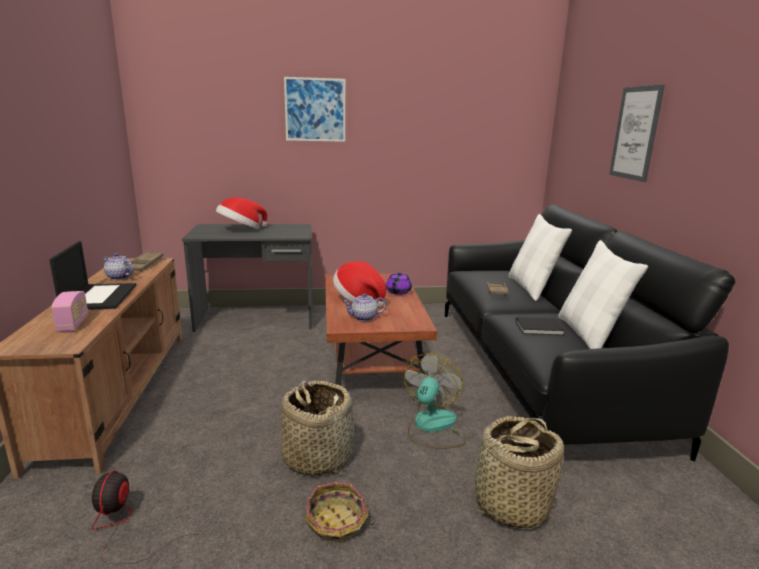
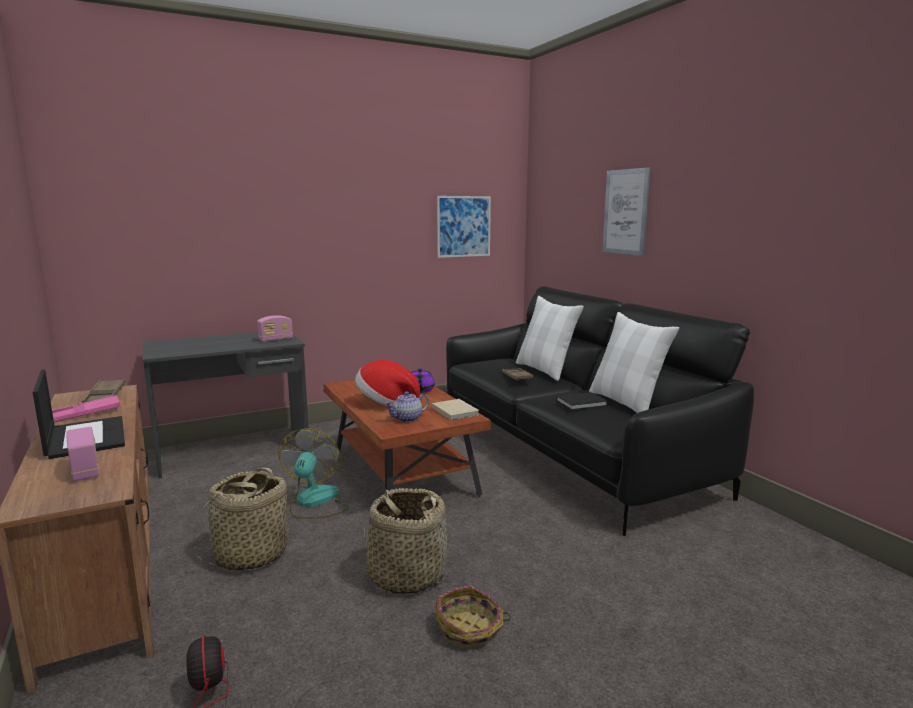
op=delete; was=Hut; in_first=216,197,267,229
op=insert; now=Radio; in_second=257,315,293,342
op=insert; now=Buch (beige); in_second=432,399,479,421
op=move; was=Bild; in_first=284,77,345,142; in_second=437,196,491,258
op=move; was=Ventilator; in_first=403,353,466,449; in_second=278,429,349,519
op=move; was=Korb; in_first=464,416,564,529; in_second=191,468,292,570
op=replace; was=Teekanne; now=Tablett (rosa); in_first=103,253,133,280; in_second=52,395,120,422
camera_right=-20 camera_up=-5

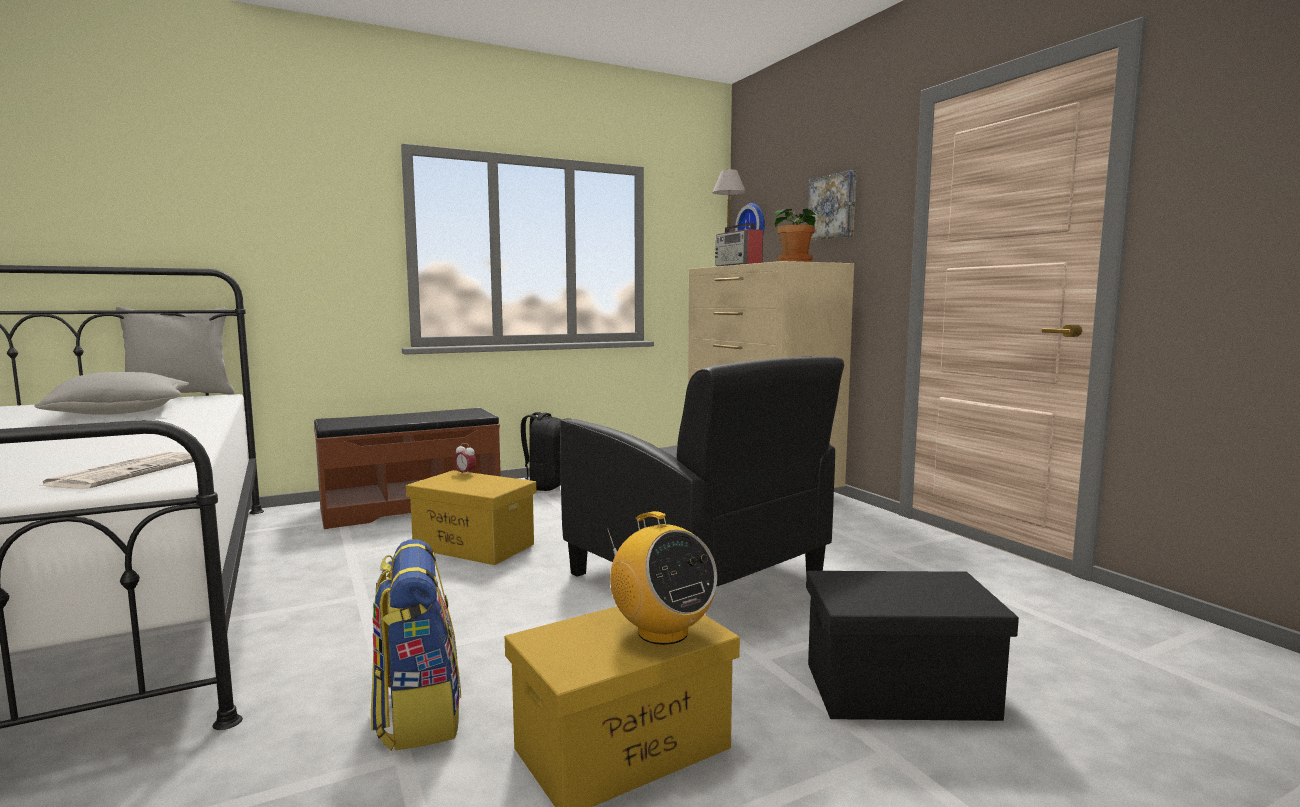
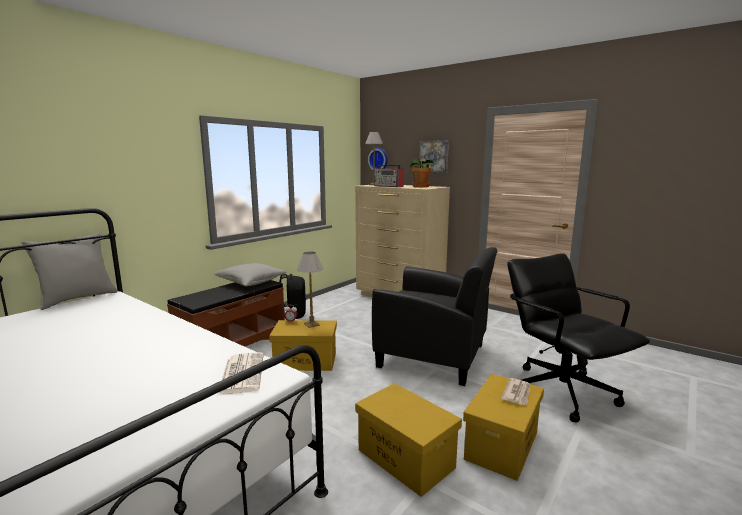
op=insert; now=Tischlampe; in_second=297,252,323,328
op=move; was=Kissen (grau); in_first=35,372,189,415; in_second=213,263,286,286
op=replace; was=Rucksack; now=Aufbewahrungsbox (gelb); in_first=371,539,461,751; in_second=355,383,462,497
op=replace; was=Radio; now=Zeitung; in_first=607,511,717,645; in_second=501,378,530,405
op=replace; was=Aufbewahrungsbox (schwarz); now=Bürostuhl (schwarz); in_first=806,571,1019,721; in_second=507,253,650,422
camera_right=-25 camera_up=5

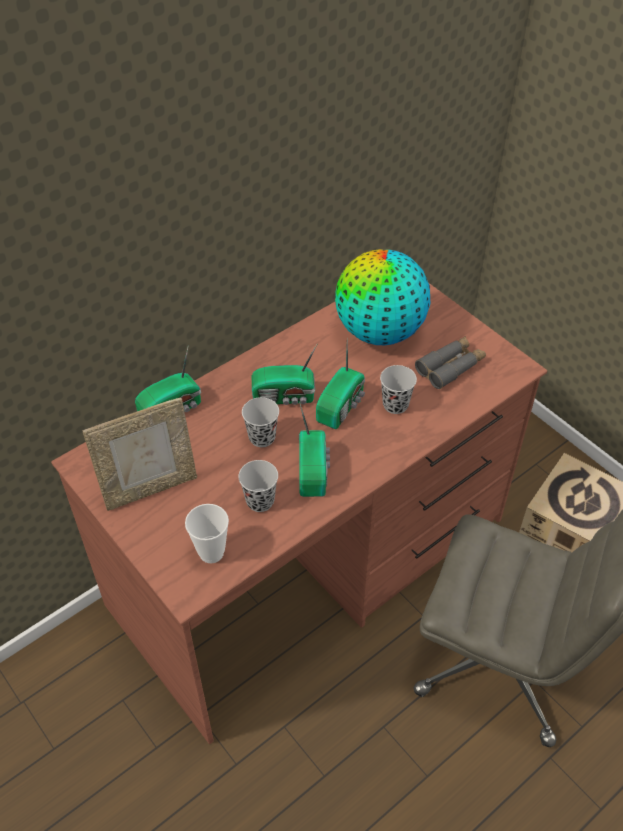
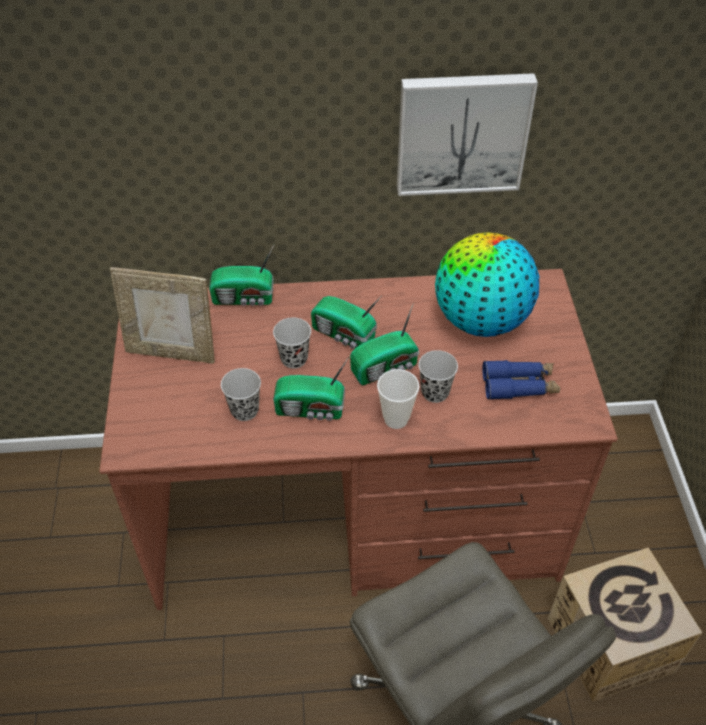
op=insert; now=Bild; in_second=397,73,538,196
op=move; was=Tasse; in_first=185,504,229,563; in_second=377,369,420,429
op=recolor; was=Fernglas (grau); now=Fernglas (blau); in_first=415,336,486,389; in_second=482,360,560,400
op=rotate; was=Radio; in_first=299,401,330,497; in_second=273,357,349,421; clockwise=60
camera_right=35 camera_up=0

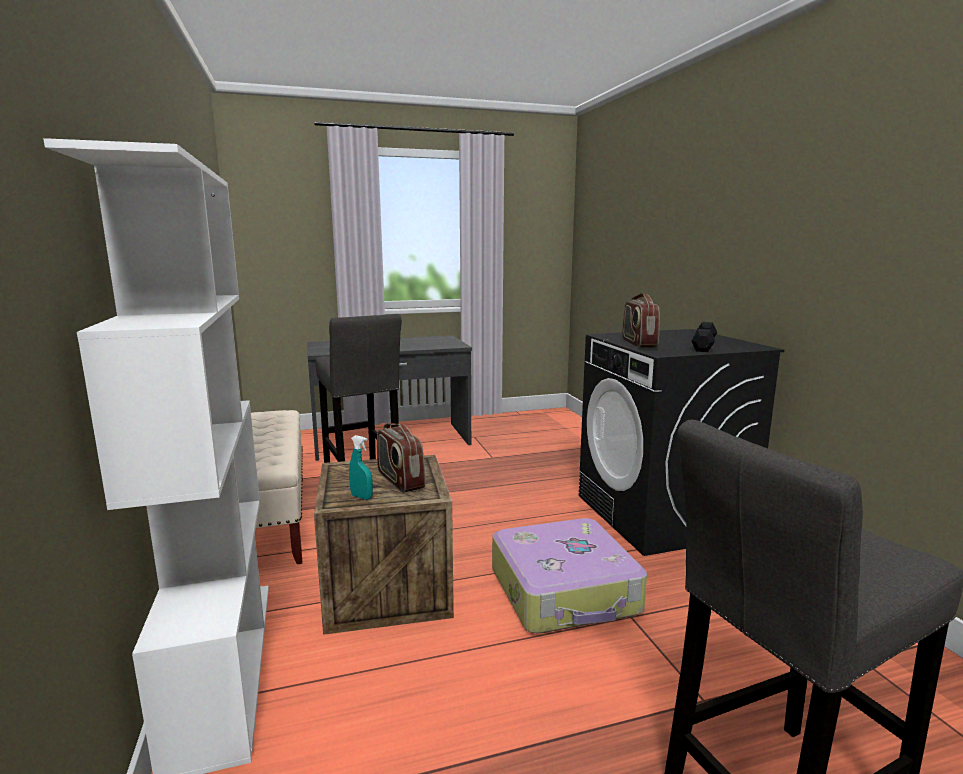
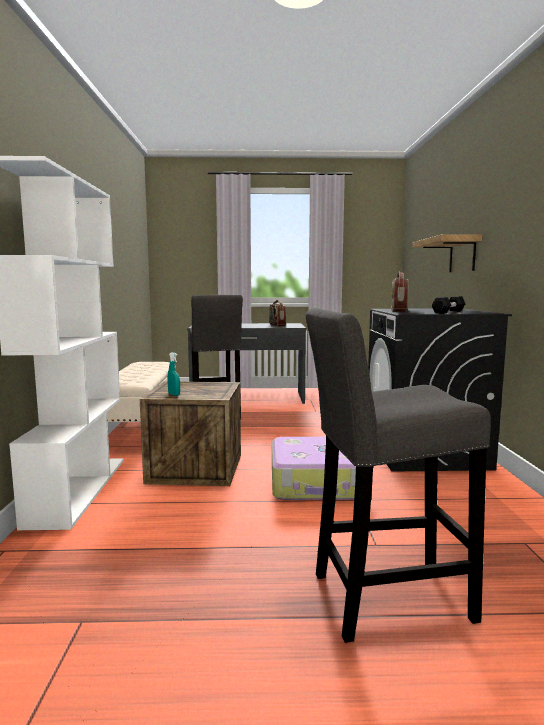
op=insert; now=Wandregal; in_second=413,234,482,272
op=move; was=Radio; in_first=377,423,426,493; in_second=269,300,286,326
camera_right=15 camera_up=-5

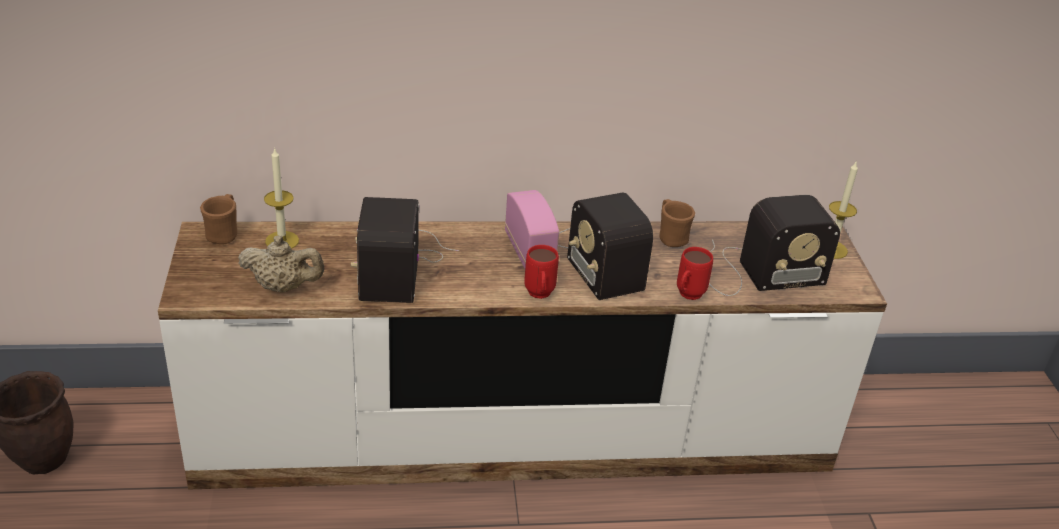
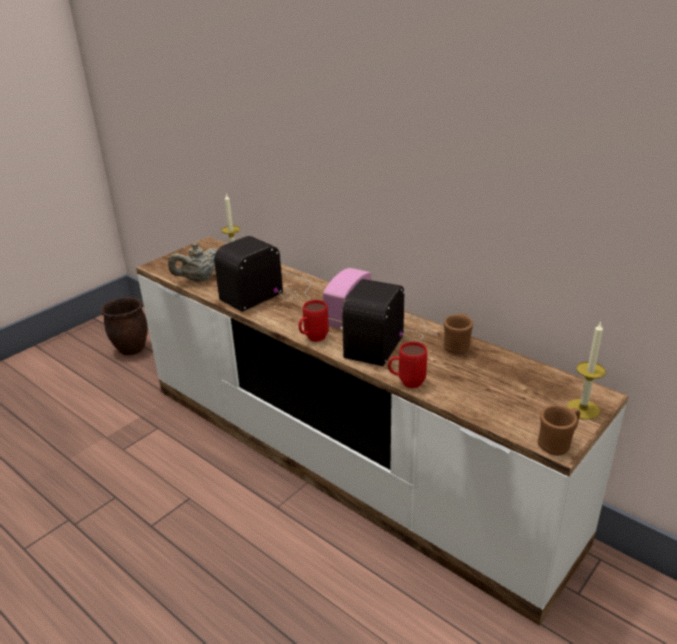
op=delete; was=Radio; in_first=709,195,840,296
op=move; was=Henkelbecher (braun); in_first=200,194,237,244; in_second=537,405,580,456
op=rotate; was=Teekanne (beige); in_first=238,236,324,292; in_second=168,243,217,282; clockwise=90
camera_right=50 camera_up=-5

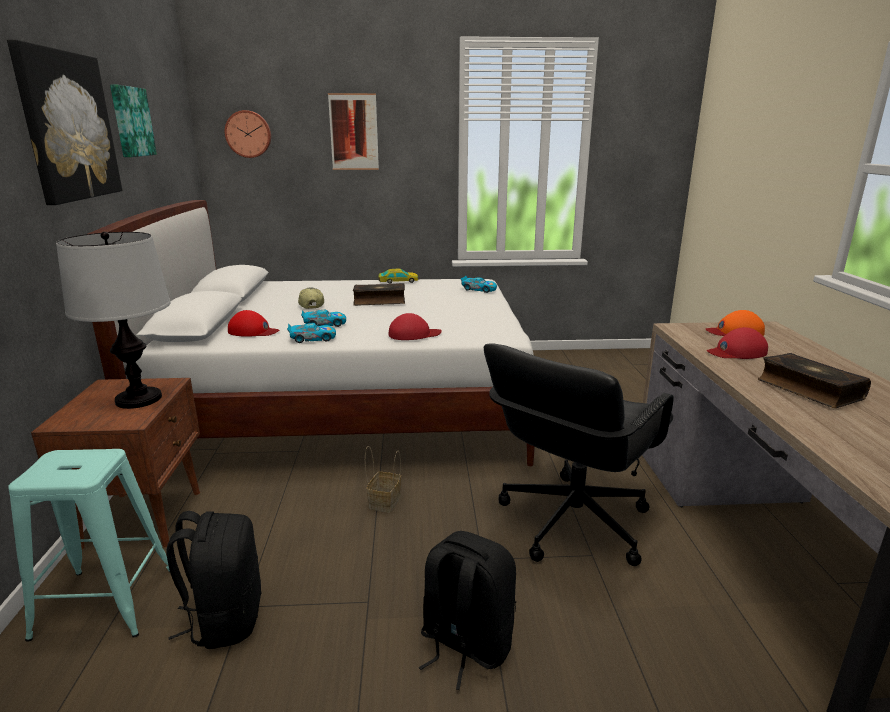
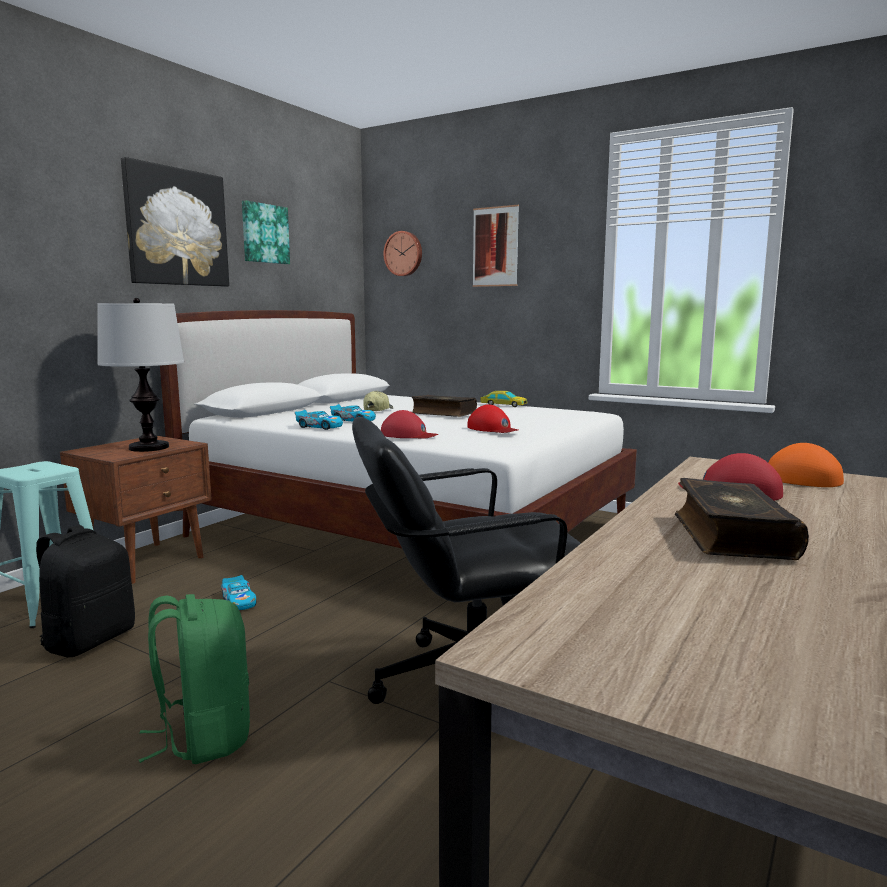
op=delete; was=Korb; in_first=365,446,401,513
op=move; was=Kappe (rot); in_first=228,310,279,337; in_second=467,404,518,433
op=move; was=Spielzeugauto; in_first=461,276,497,293; in_second=221,575,256,610
op=recolor; was=Rucksack (schwarz); now=Rucksack (grün); in_first=419,531,516,690; in_second=139,594,250,764
camera_right=35 camera_up=-10

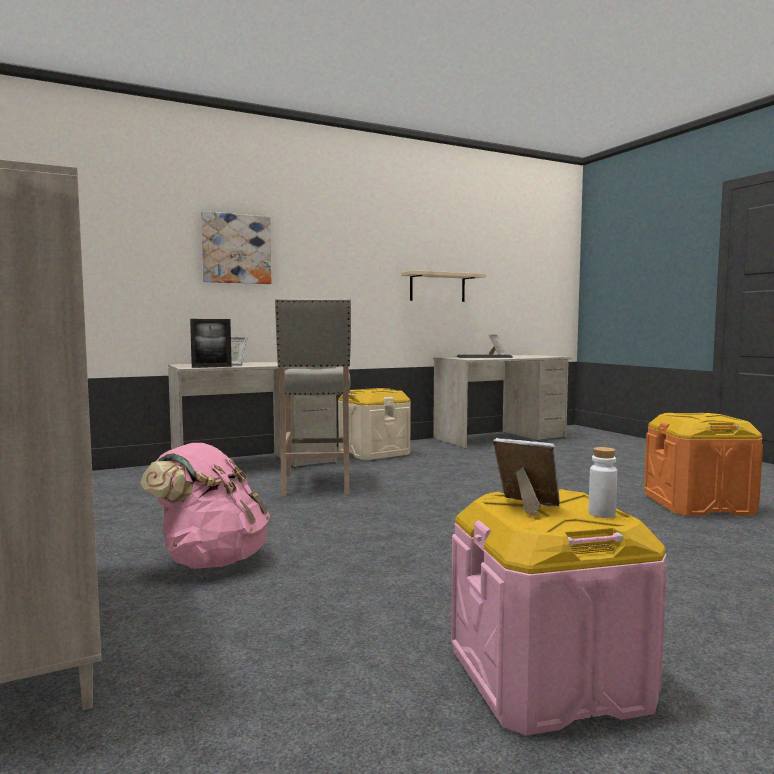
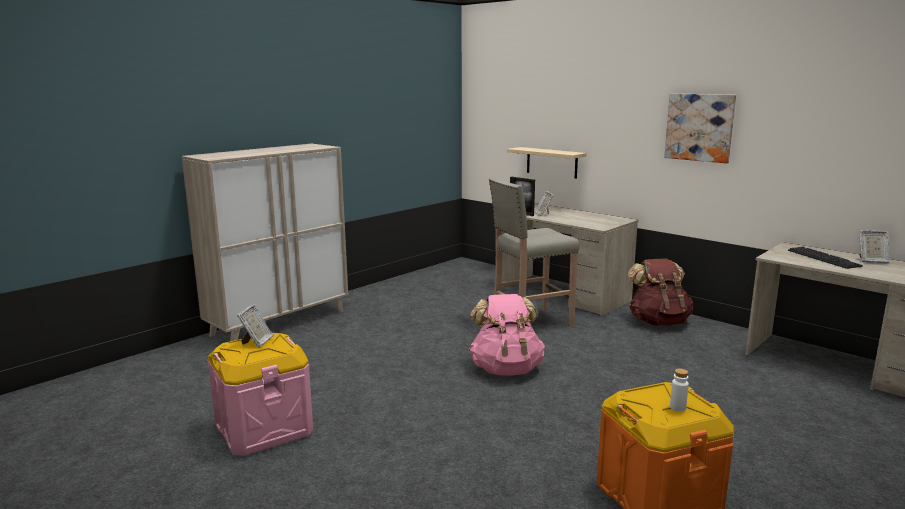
op=move; was=Rucksack (rosa); in_first=140,443,270,568; in_second=469,294,545,375
op=move; was=Bild; in_first=201,211,271,284; in_second=664,94,736,163
op=move; was=Wandregal (beige); in_first=401,270,486,302; in_second=507,147,587,179
op=move; was=Flasche (weiß); in_first=589,447,617,518; in_second=670,368,689,411
op=replace; was=Aufbewahrungsbox (beige); now=Rucksack (braun); in_first=338,388,411,460; in_second=627,259,693,325
camera_right=70 camera_up=10

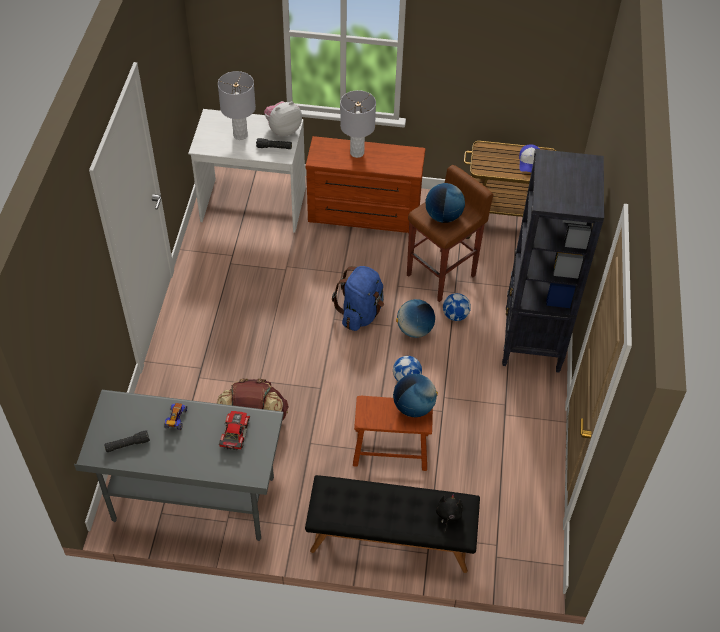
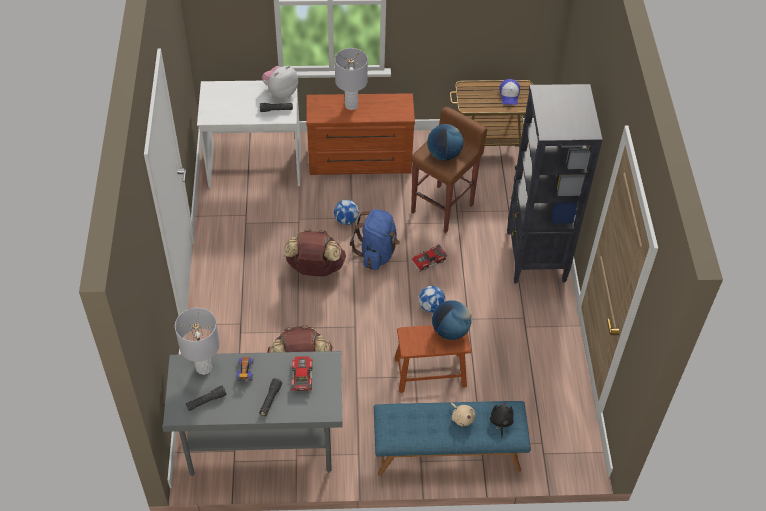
op=insert; now=Taschenlampe (schwarz); in_second=259,378,282,416
op=insert; now=Rucksack (braun); in_second=284,229,346,276
op=insert; now=Plüschtier (beige); in_second=451,403,475,426
op=move; was=Tischlampe (grau); in_first=218,71,256,140; in_second=175,308,220,375
op=move; was=Fußball; in_first=443,293,471,321; in_second=334,200,359,225
op=replace; was=Globus; now=Spielzeugauto; in_first=396,299,435,338; in_second=411,244,448,272
op=recolor; was=Bank (schwarz); now=Bank (blau); in_first=305,475,480,573; in_second=374,401,531,476
camera_right=-10 camera_up=0

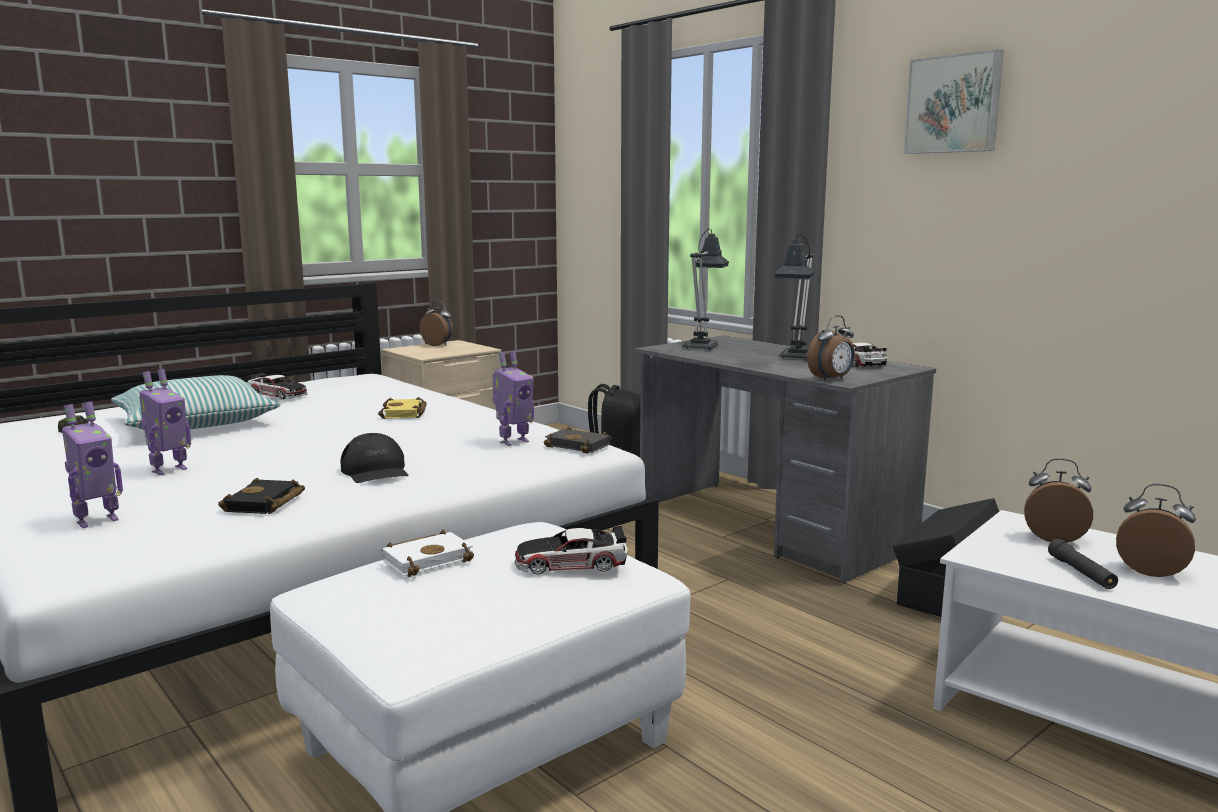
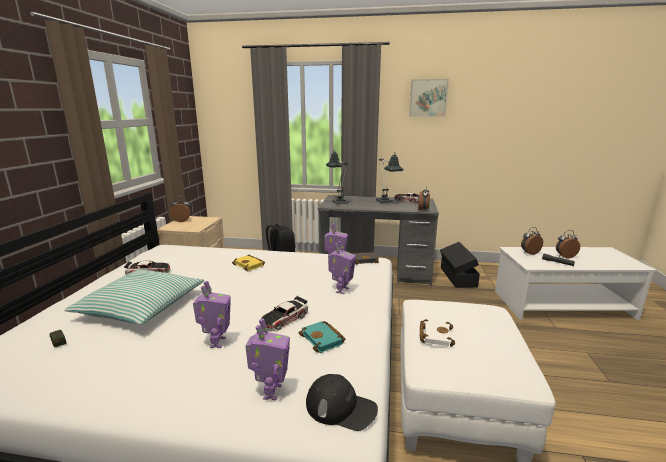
op=insert; now=Spielzeugroboter; in_second=328,241,356,294
op=move; was=Kappe (schwarz); in_first=340,433,408,483; in_second=306,374,378,431
op=move; was=Spielzeugauto; in_first=515,526,628,574; in_second=261,296,308,331
op=recolor; was=Buch (schwarz); now=Buch (türkis); in_first=218,478,305,514; in_second=299,321,345,353
camera_right=-40 camera_up=5

